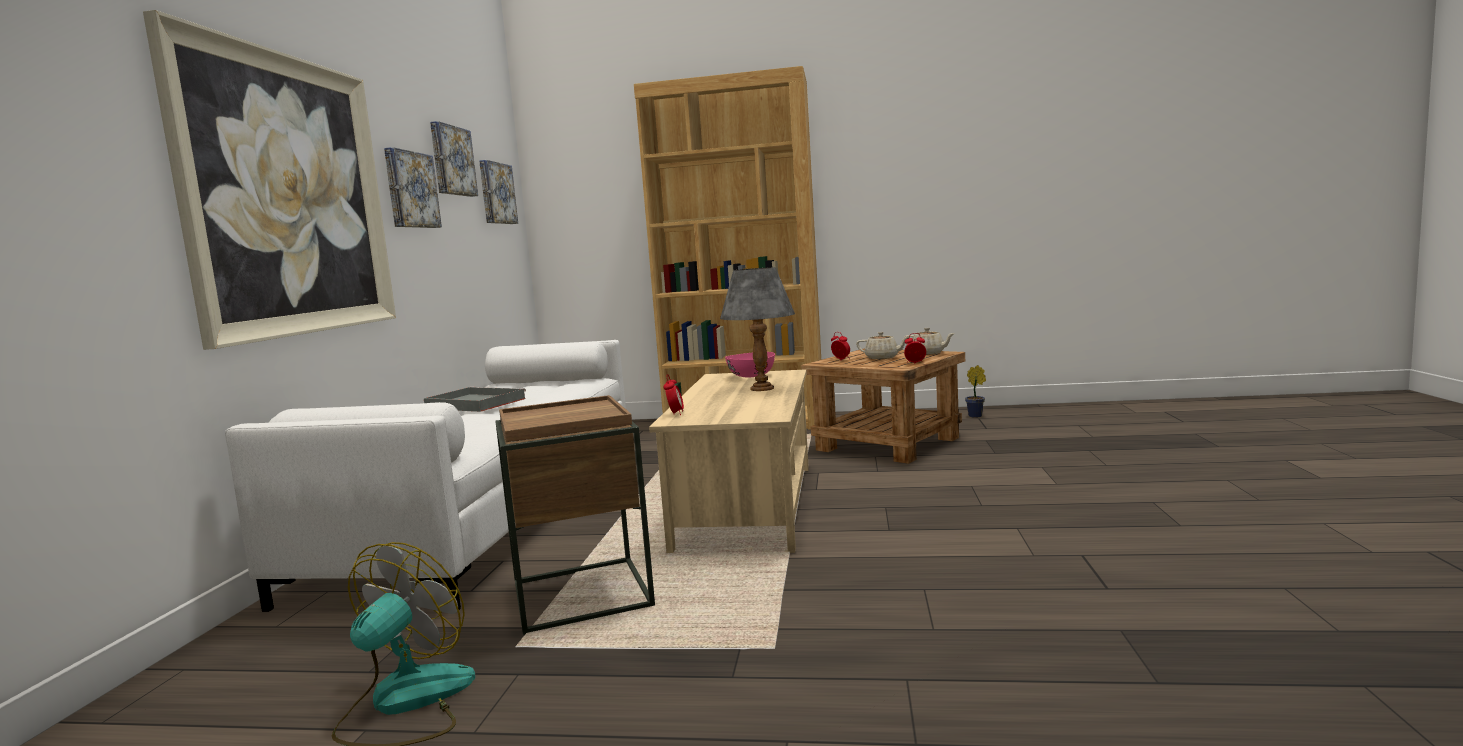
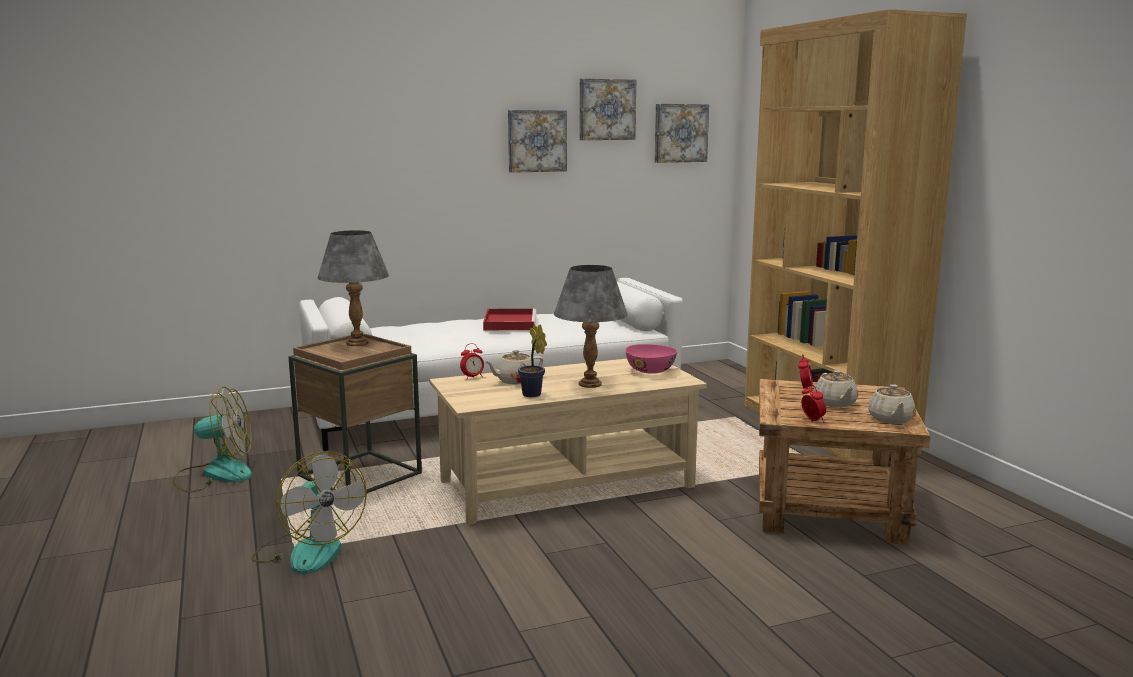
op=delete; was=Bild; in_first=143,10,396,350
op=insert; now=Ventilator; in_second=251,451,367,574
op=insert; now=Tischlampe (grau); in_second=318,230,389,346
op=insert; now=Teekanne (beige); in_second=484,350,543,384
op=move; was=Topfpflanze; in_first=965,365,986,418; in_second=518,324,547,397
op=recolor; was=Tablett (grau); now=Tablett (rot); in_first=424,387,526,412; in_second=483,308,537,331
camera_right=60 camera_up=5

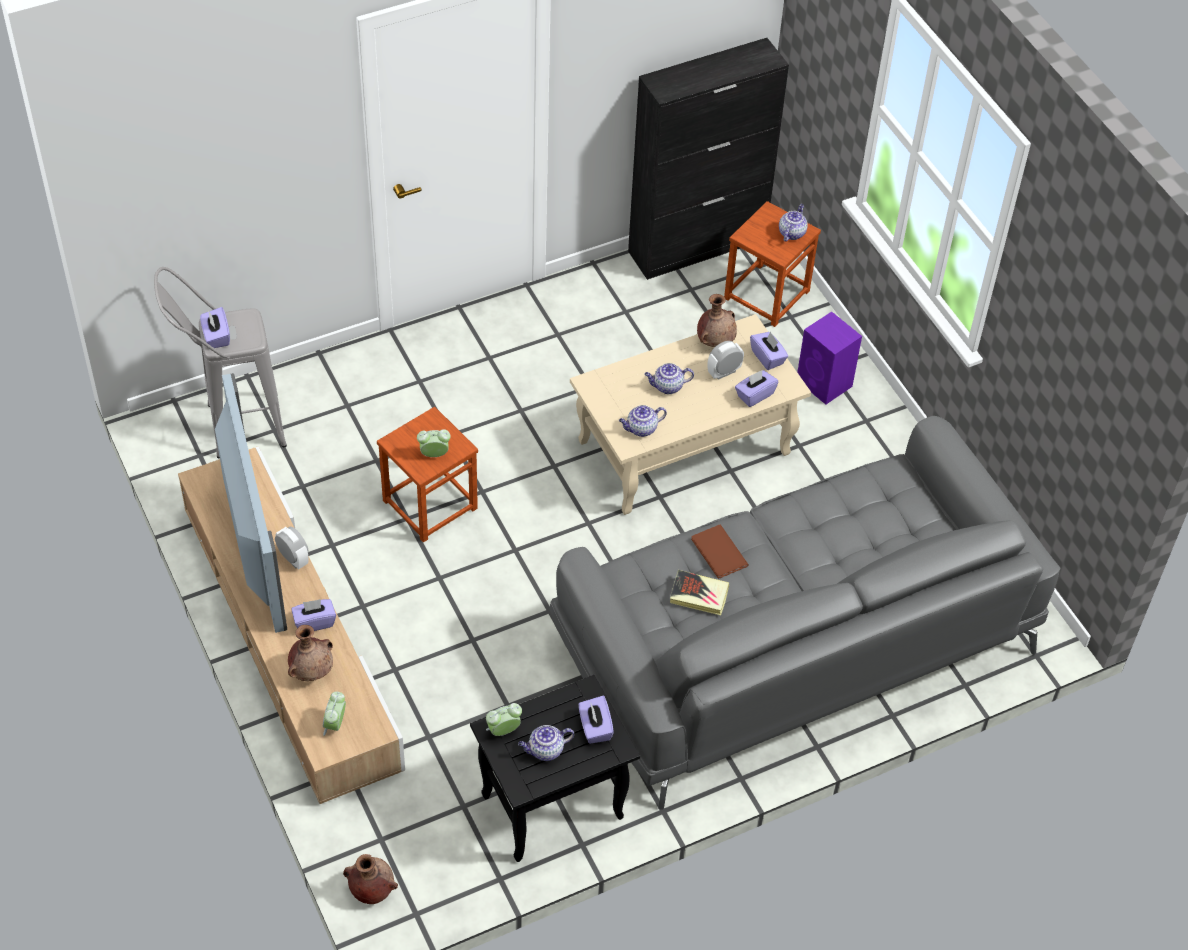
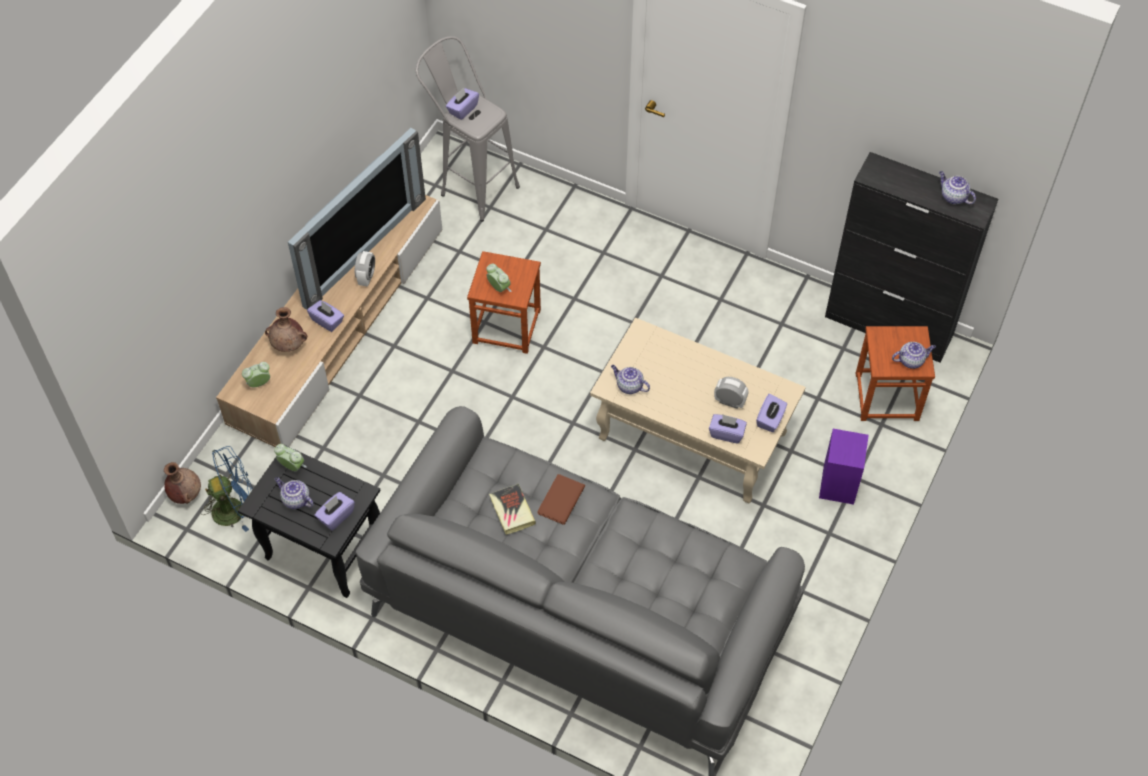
op=delete; was=Vase (braun); in_first=697,294,737,347
op=insert; now=Ventilator (blau); in_second=200,446,253,532
op=move; was=Teekanne; in_first=644,363,694,394; in_second=939,171,976,205
camera_right=55 camera_up=5

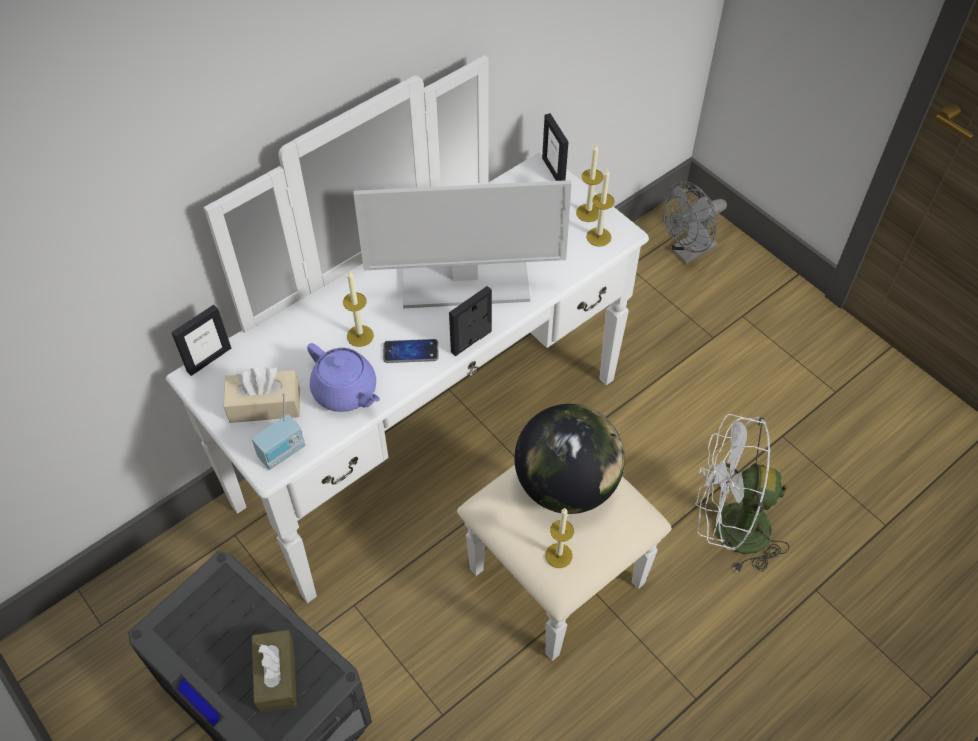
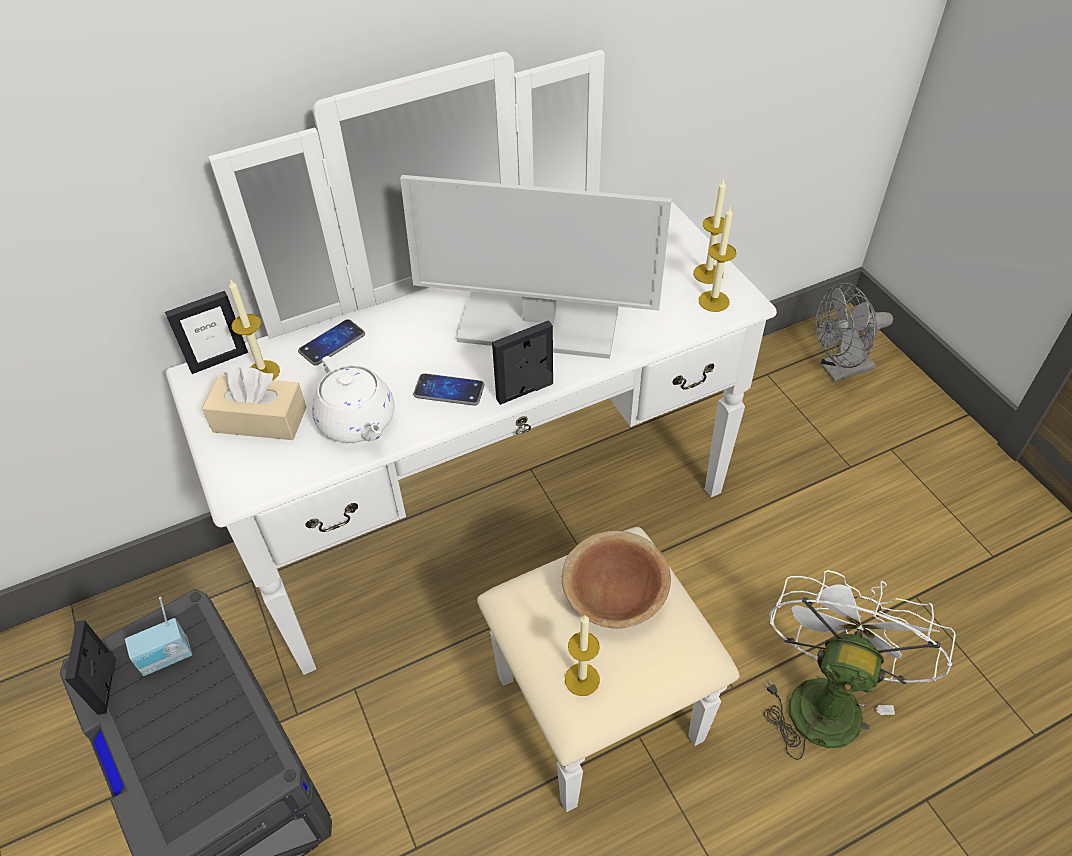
op=delete; was=Taschentuchbox (braun); in_first=252,630,297,713
op=insert; now=Handy; in_second=298,319,365,365
op=move; was=Radio; in_first=251,392,305,470; in_second=125,597,192,676
op=move; was=Kerze; in_first=343,270,374,347; in_second=229,279,280,380
op=move; was=Bilderrahmen; in_first=542,113,568,181; in_second=65,620,116,715
op=replace; was=Globus; now=Schüssel (braun); in_first=514,404,625,514; in_second=562,531,671,629
op=recolor; was=Teekanne (lila); now=Teekanne (weiß); in_first=307,343,380,412; in_second=312,356,395,443
op=rotate; was=Ventilator (weiß); in_first=695,414,789,573; in_second=763,570,956,760; clockwise=90
camera_right=15 camera_up=-5

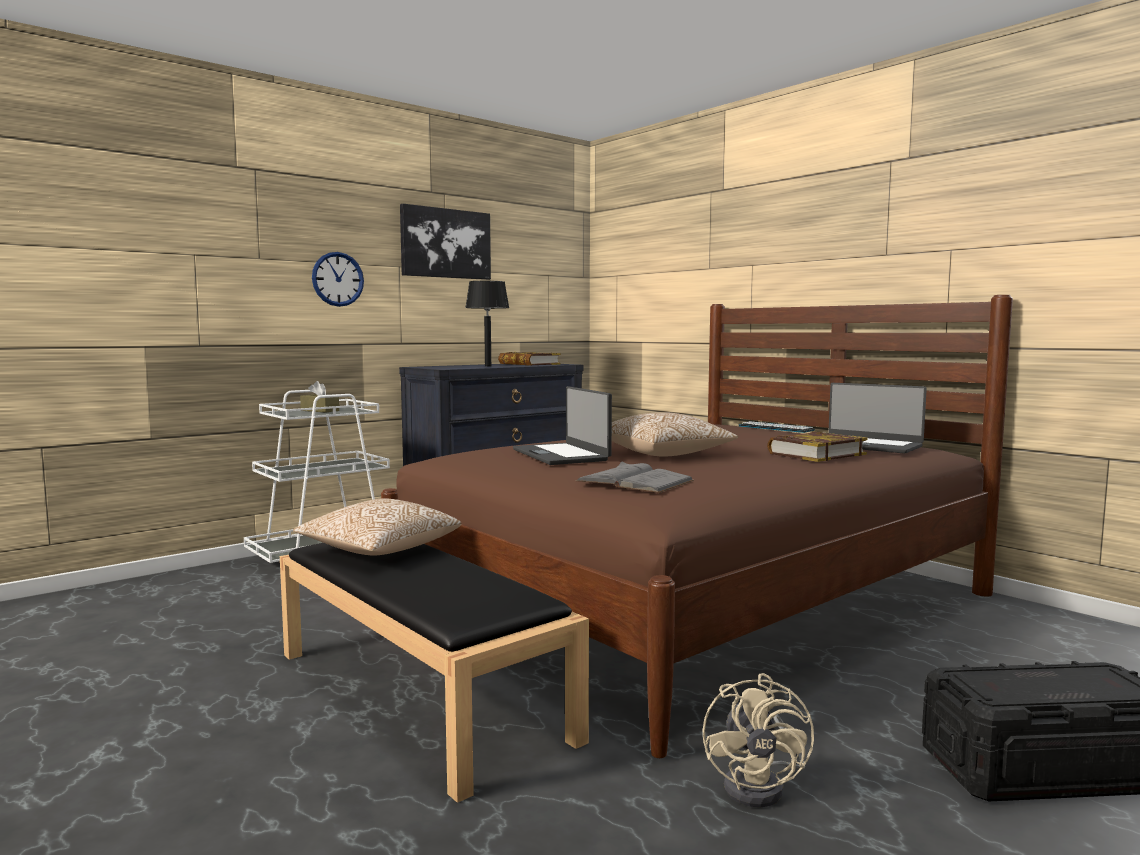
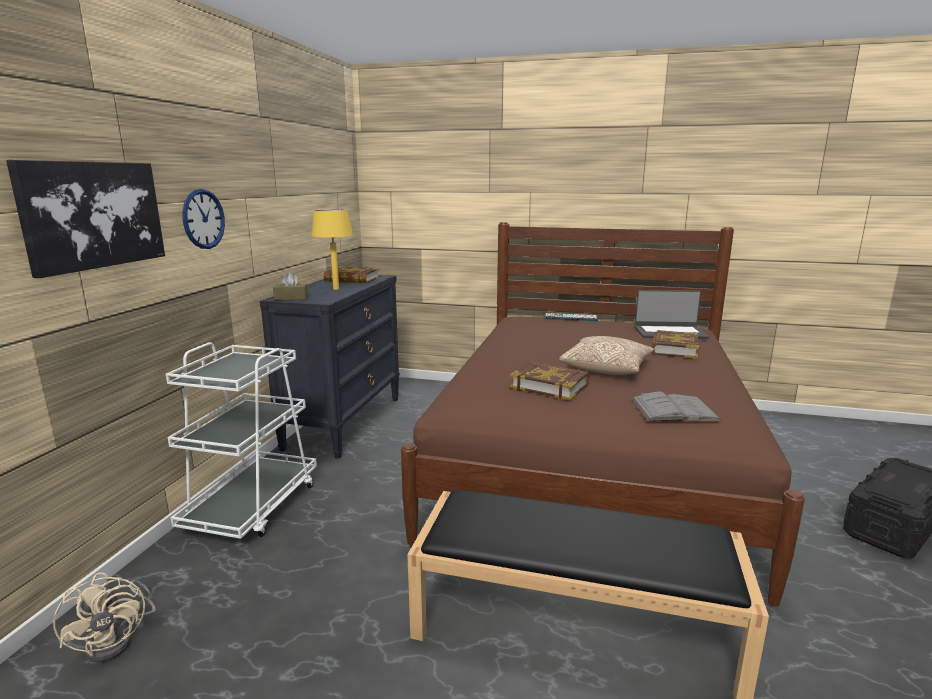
op=delete; was=Kissen; in_first=293,499,461,555
op=move; was=Taschentuchbox (braun); in_first=300,381,339,413; in_second=273,273,308,300
op=move; was=Bild; in_first=400,204,491,280; in_second=6,160,165,278
op=move; was=Ventilator (beige); in_first=702,673,814,807; in_second=53,573,156,662
op=replace; was=Laptop; now=Buch; in_first=513,386,612,465; in_second=510,362,590,400
op=recolor; was=Tischlampe (schwarz); now=Tischlampe (gelb); in_first=465,281,509,366; in_second=311,209,353,290
camera_right=-35 camera_up=10

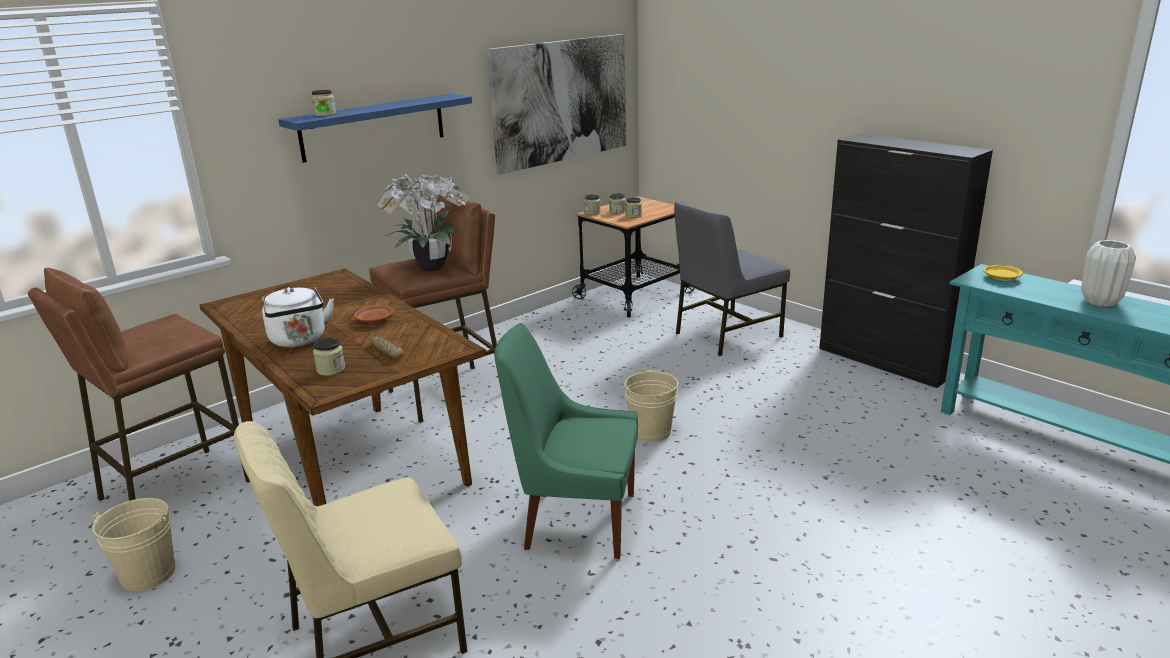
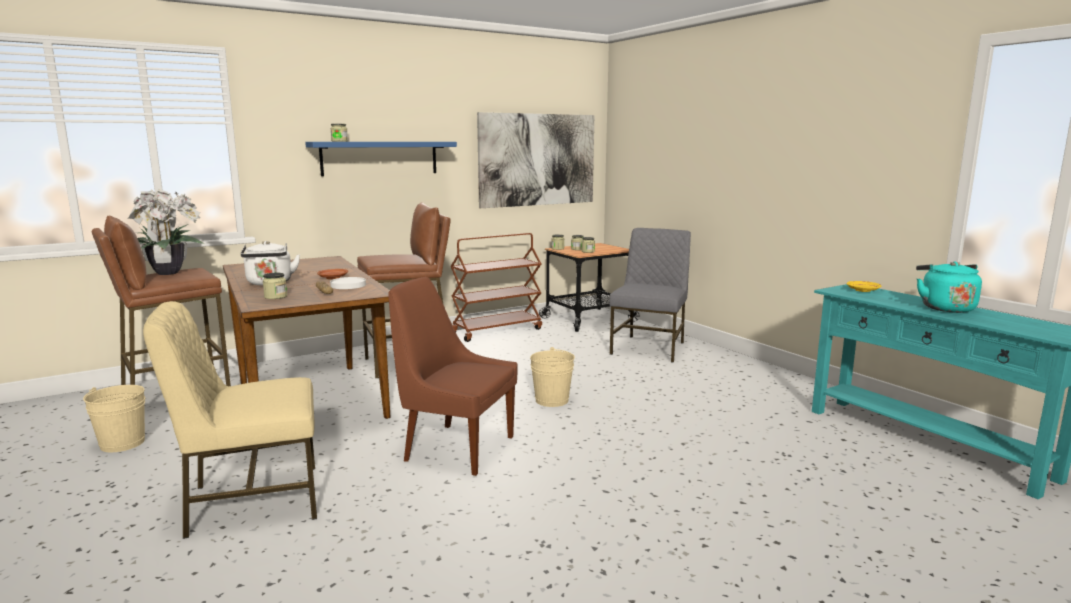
op=delete; was=Schrank (schwarz); in_first=819,133,993,388
op=insert; now=Teller (weiß); in_second=330,277,366,289
op=insert; now=Rollwagen (braun); in_second=451,233,542,342
op=move; was=Topfpflanze; in_first=377,174,470,271; in_second=128,189,205,275
op=replace; was=Vase (weiß); now=Wasserkessel (türkis); in_first=1081,240,1136,307; in_second=916,261,982,313
op=recolor; was=Stuhl (grün); now=Stuhl (braun); in_first=494,323,638,559; in_second=388,277,517,476
op=rotate; was=Stuhl (grau); in_first=674,201,790,356; in_second=609,228,691,363; clockwise=135
camera_right=10 camera_up=-10

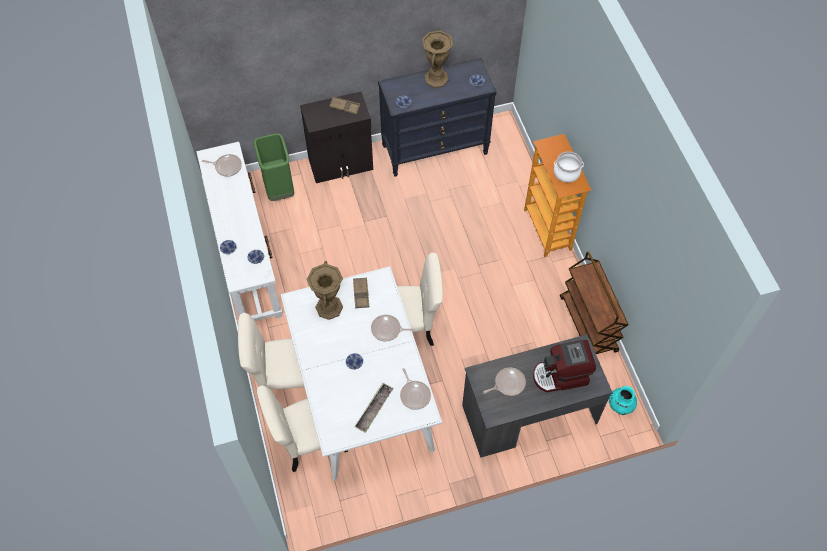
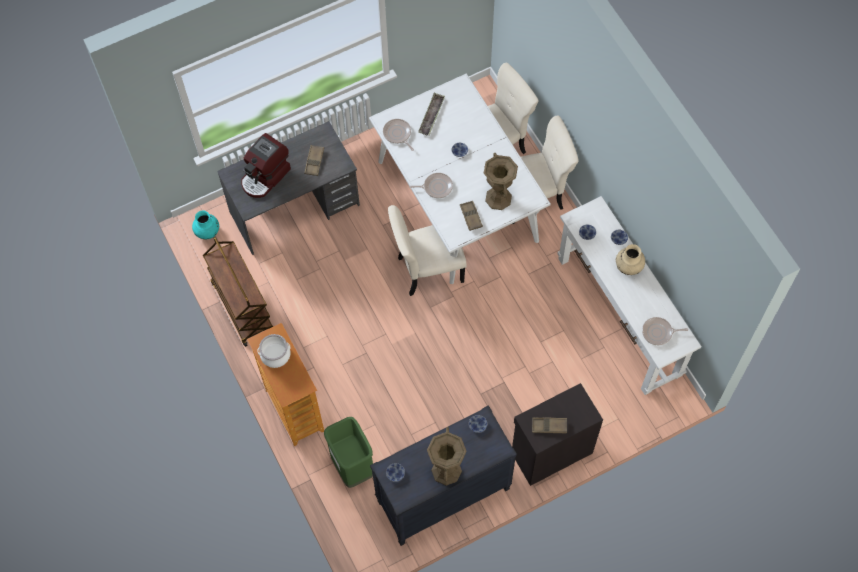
op=insert; now=Vase (beige); in_second=616,244,645,275
op=move; was=Mülleimer (grün); in_first=254,133,294,201; in_second=324,417,373,488
op=replace; was=Pfanne; now=Tablett (braun); in_first=483,367,526,396; in_second=304,145,324,176
op=rotate; was=Kaffeemaschine; in_first=533,340,596,392; in_second=241,133,291,198; clockwise=150
camera_right=170 camera_up=5

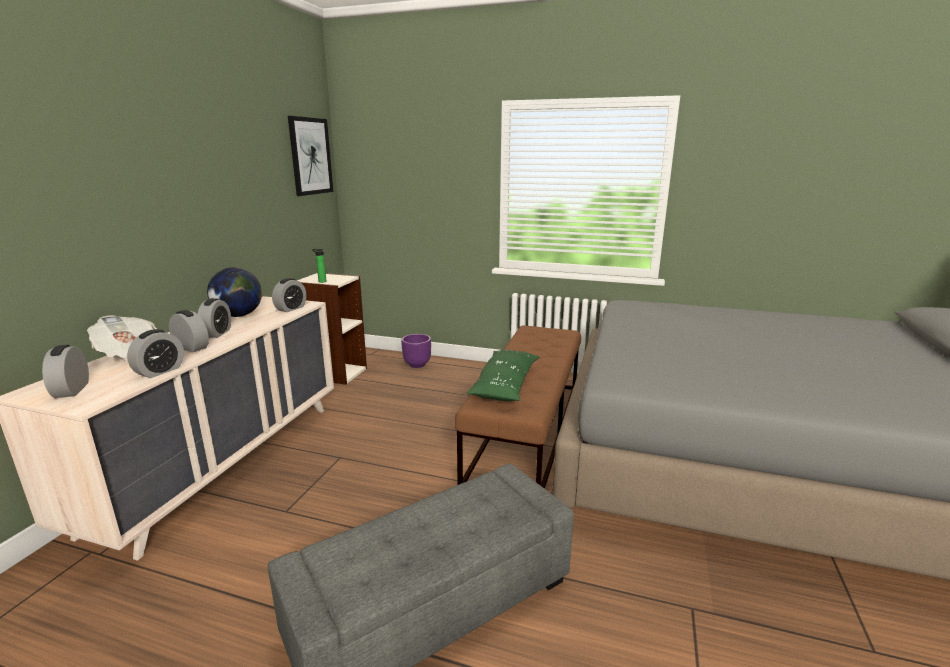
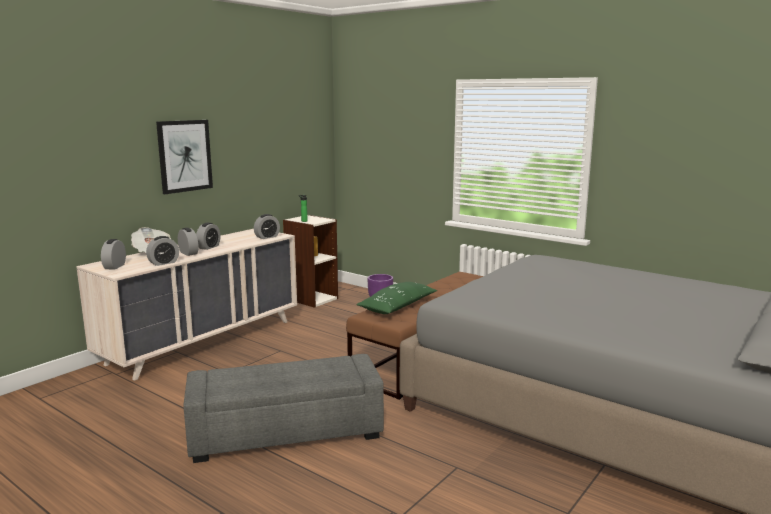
op=delete; was=Globus; in_first=207,267,262,317
op=move; was=Bild; in_first=288,116,333,196; in_second=156,120,213,194
camera_right=20 camera_up=-5

